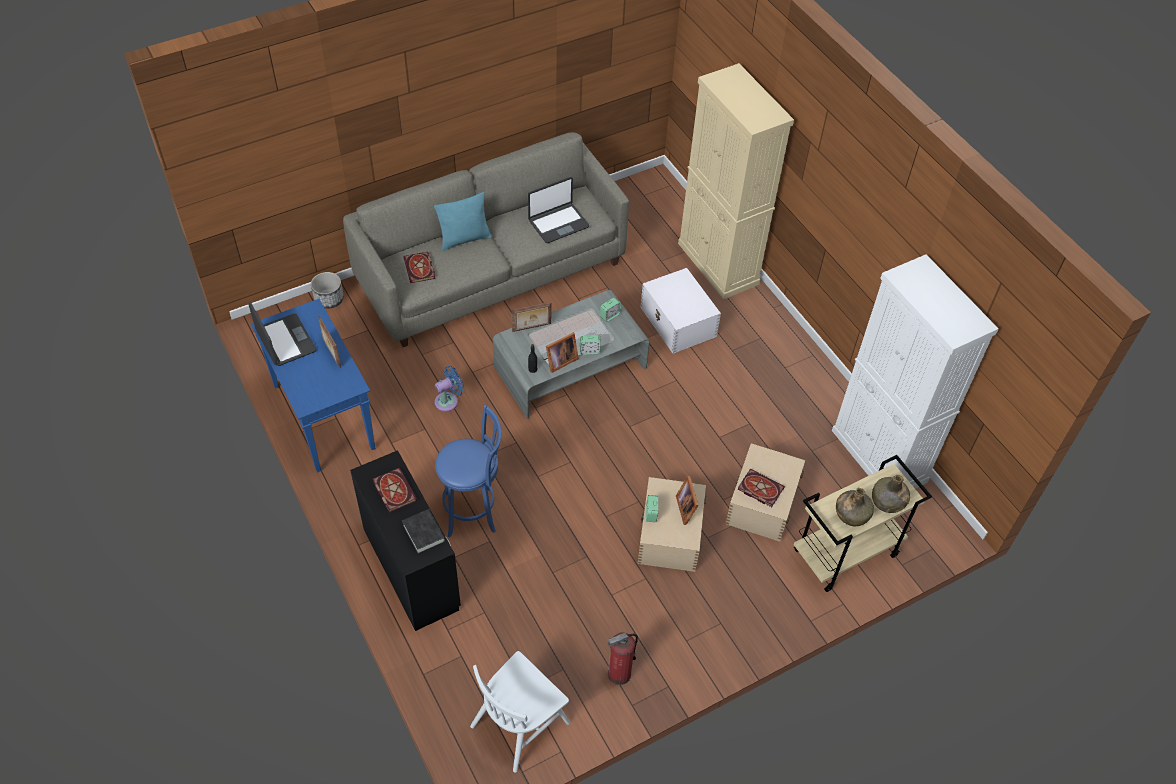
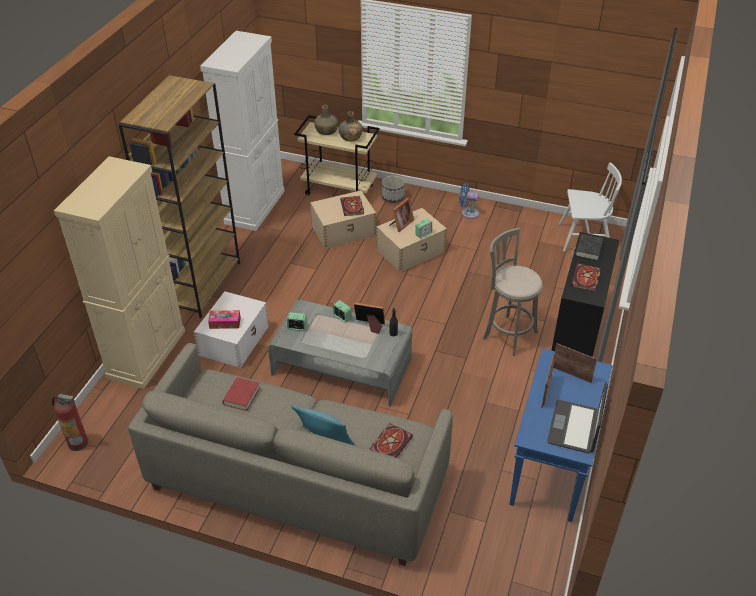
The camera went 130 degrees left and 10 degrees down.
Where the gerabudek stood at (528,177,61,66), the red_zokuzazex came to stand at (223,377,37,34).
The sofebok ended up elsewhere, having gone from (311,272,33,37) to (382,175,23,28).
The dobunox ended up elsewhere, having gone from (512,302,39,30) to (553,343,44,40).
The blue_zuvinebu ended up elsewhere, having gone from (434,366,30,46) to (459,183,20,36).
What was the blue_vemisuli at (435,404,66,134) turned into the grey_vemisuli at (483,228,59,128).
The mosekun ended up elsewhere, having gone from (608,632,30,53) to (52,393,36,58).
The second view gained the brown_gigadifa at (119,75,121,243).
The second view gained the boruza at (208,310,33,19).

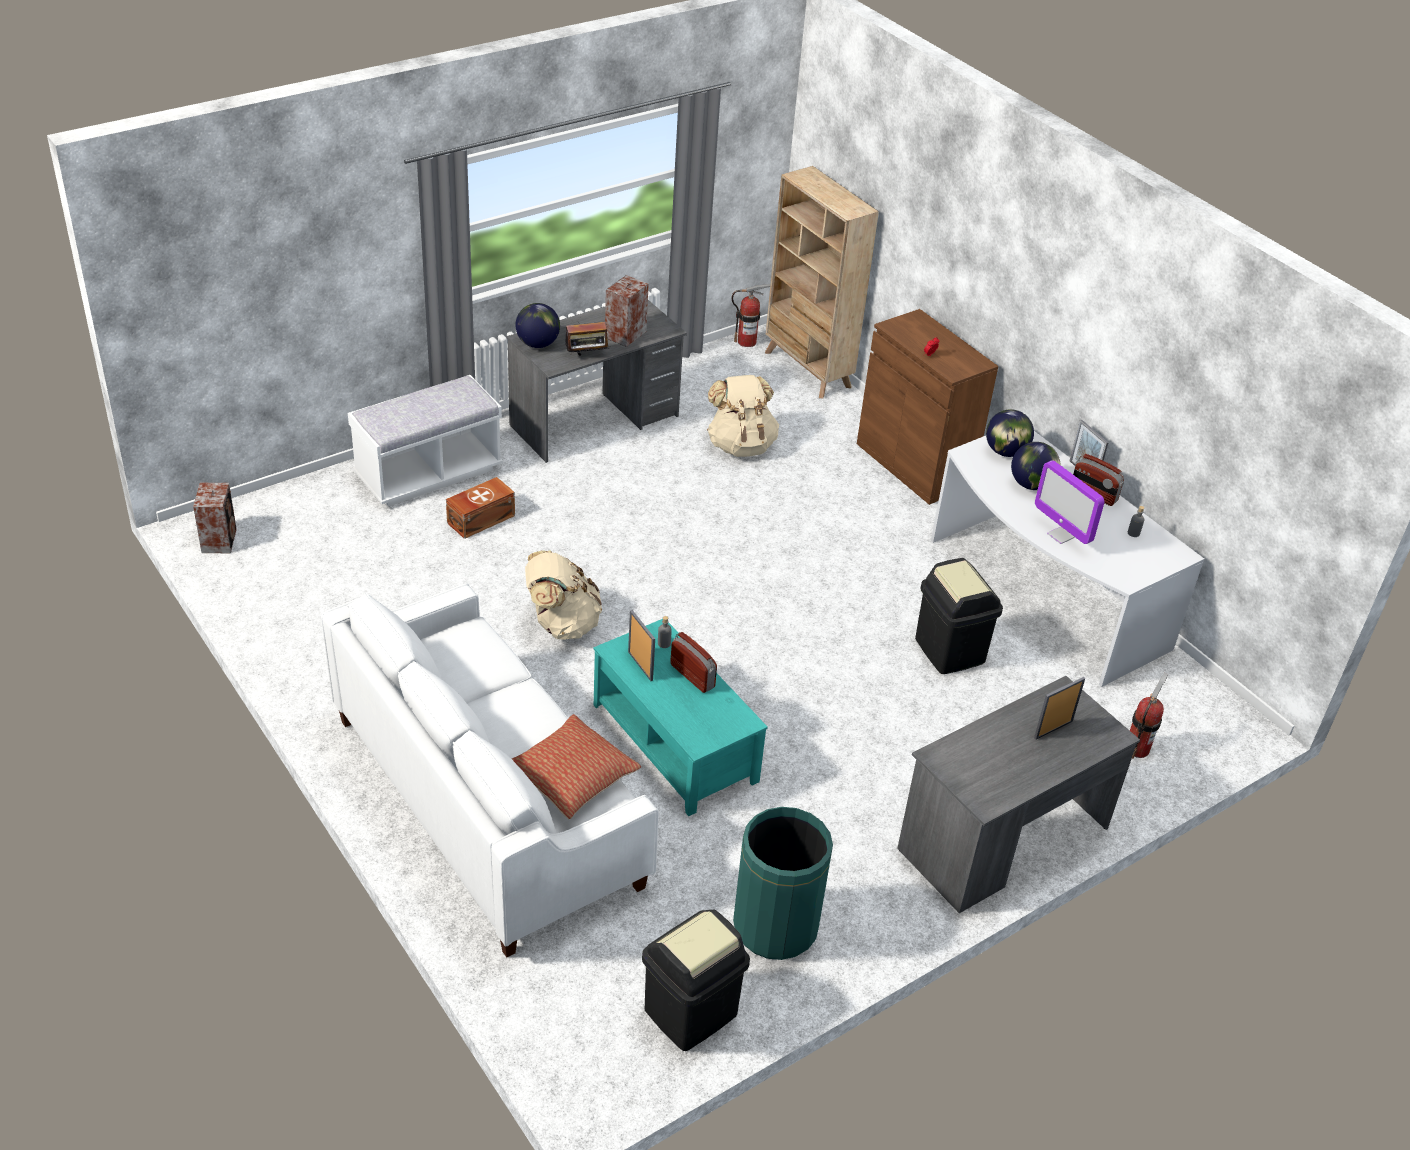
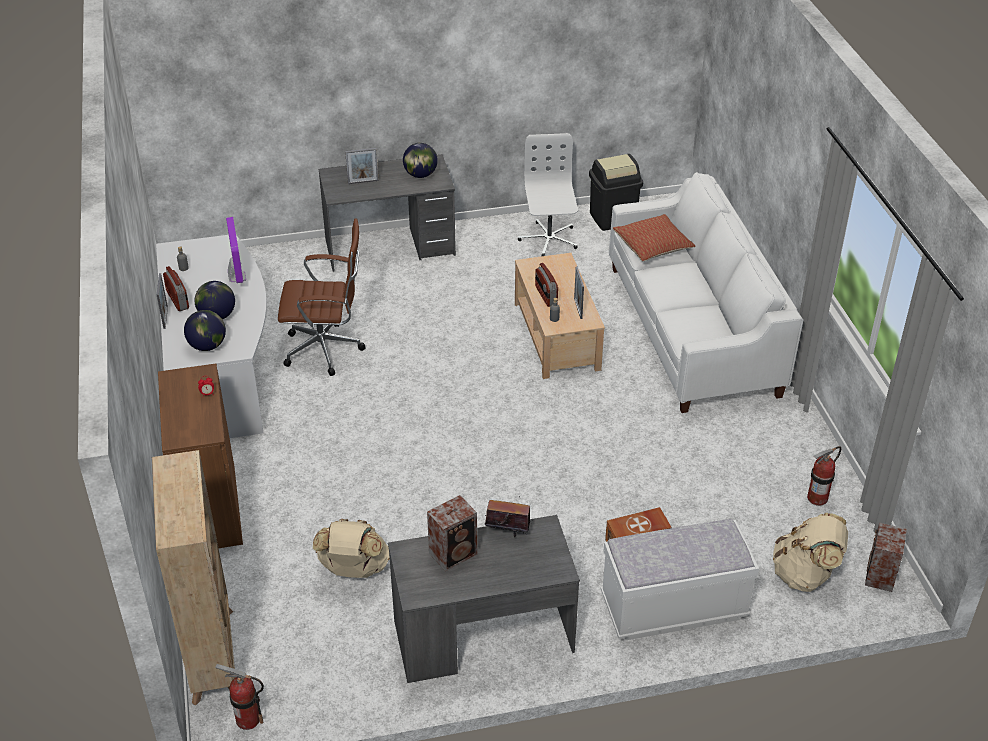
The camera went 155 degrees left and 0 degrees up.
The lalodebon ended up elsewhere, having gone from (515,303,45,45) to (403,143,35,35).
The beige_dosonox ended up elsewhere, having gone from (525,550,77,90) to (773,513,75,79).
Where the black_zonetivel stood at (915,558,88,116), the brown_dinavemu came to stand at (278,218,88,158).
What was the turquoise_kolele at (594,619,174,197) turned into the beige_kolele at (515,253,90,126).
The mosekun ended up elsewhere, having gone from (1130,673,38,86) to (807,446,34,60).
Where the green_zonetivel stood at (733,807,100,153), the white_dinavemu came to stand at (518,133,60,123).

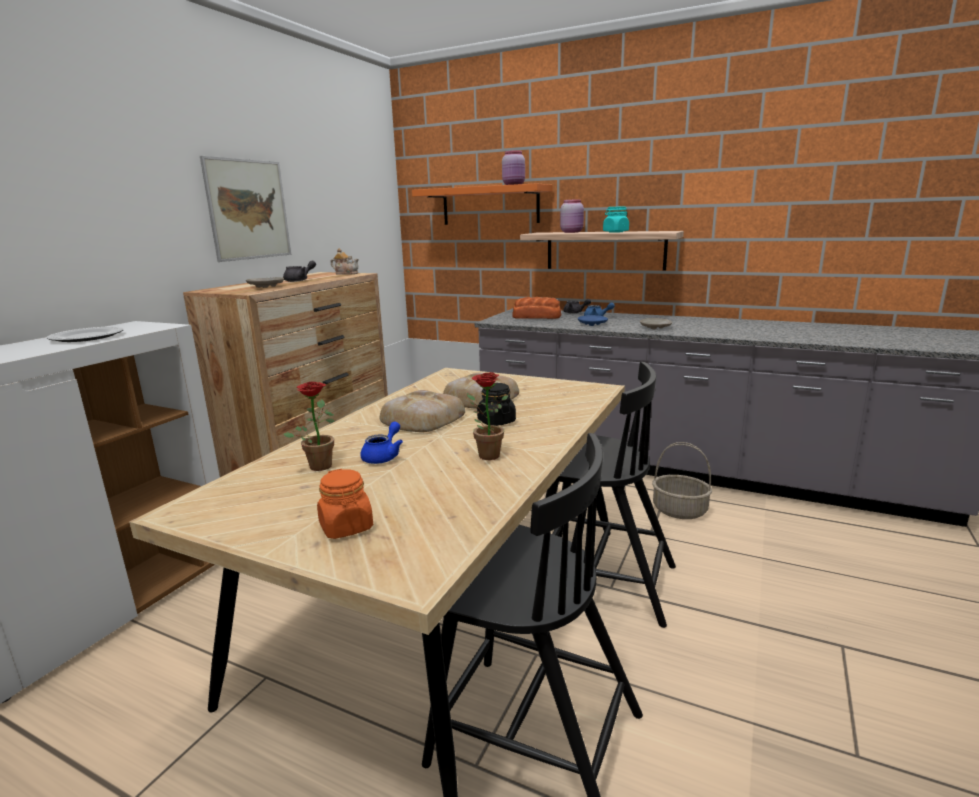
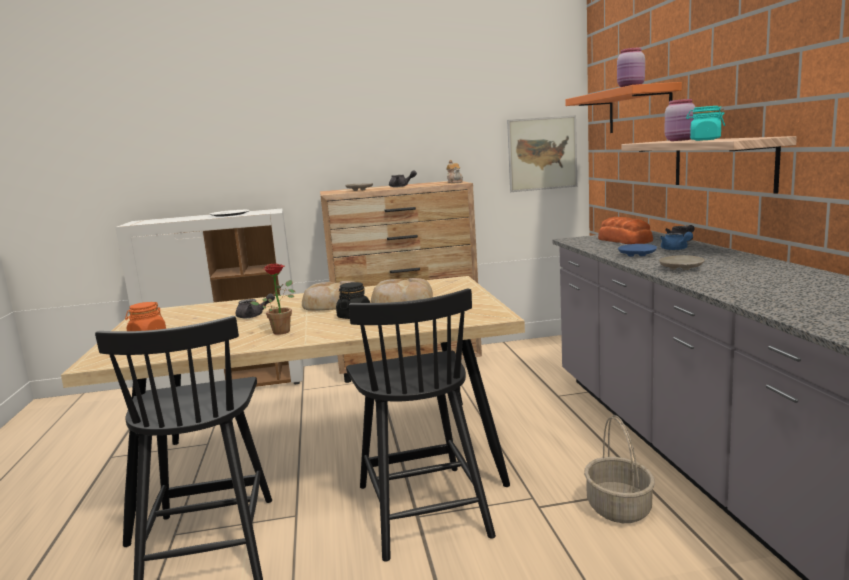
The camera went 55 degrees right and 5 degrees down.
The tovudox ended up elsewhere, having gone from (200,156,91,106) to (507,115,70,77).
The second view lost the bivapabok at (283,382,52,89).
What was the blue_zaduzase at (360,422,43,42) turned into the grey_zaduzase at (235,293,40,25).

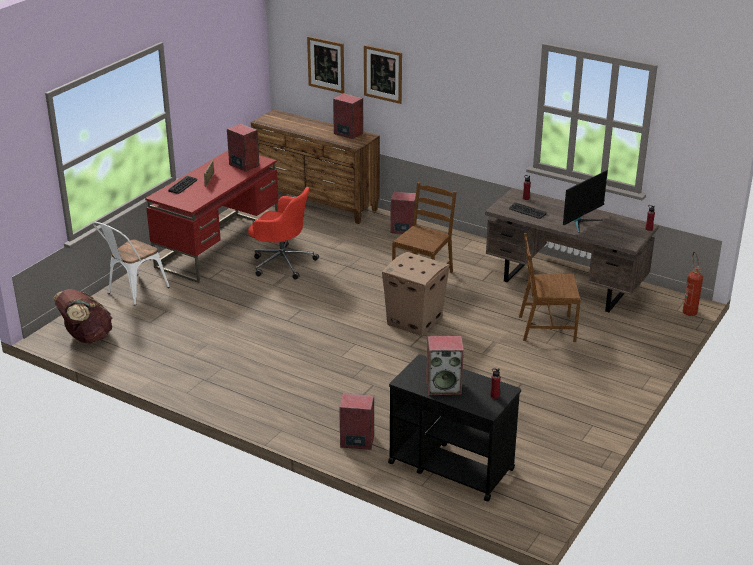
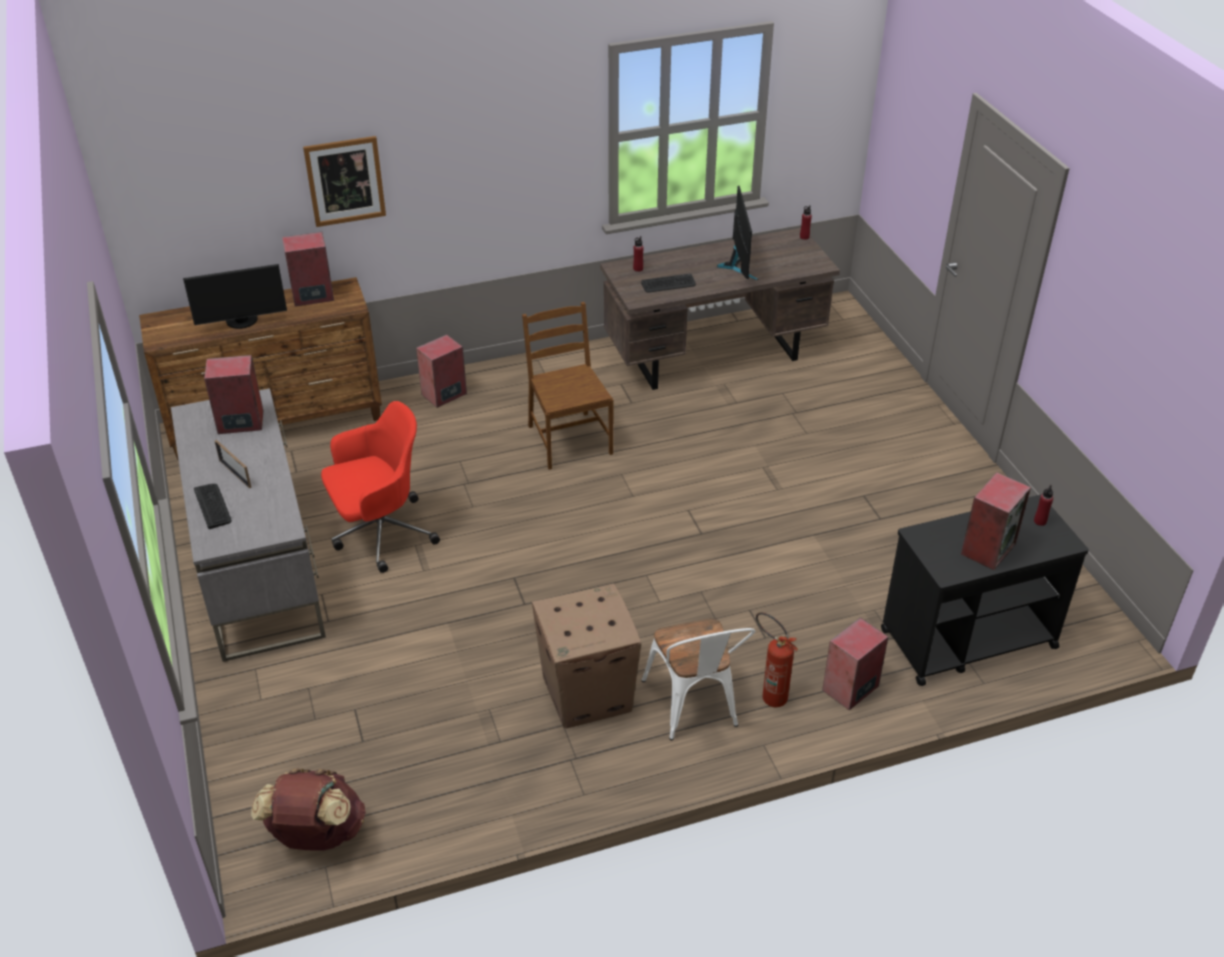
The camera went 50 degrees left and 10 degrees up.
The second view lost the tovudox at (307,36,37,58).
What was the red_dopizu at (145,151,134,132) turned into the grey_dopizu at (171,388,155,274).
The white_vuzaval ended up elsewhere, having gone from (93,222,77,84) to (641,618,114,122).
The second view lost the brown_vuzaval at (519,233,62,109).
The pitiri ended up elsewhere, having gone from (382,252,68,84) to (532,584,109,145).
The mosekun ended up elsewhere, having gone from (683,252,20,64) to (756,612,42,95).
The second view gained the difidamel at (183,264,104,65).

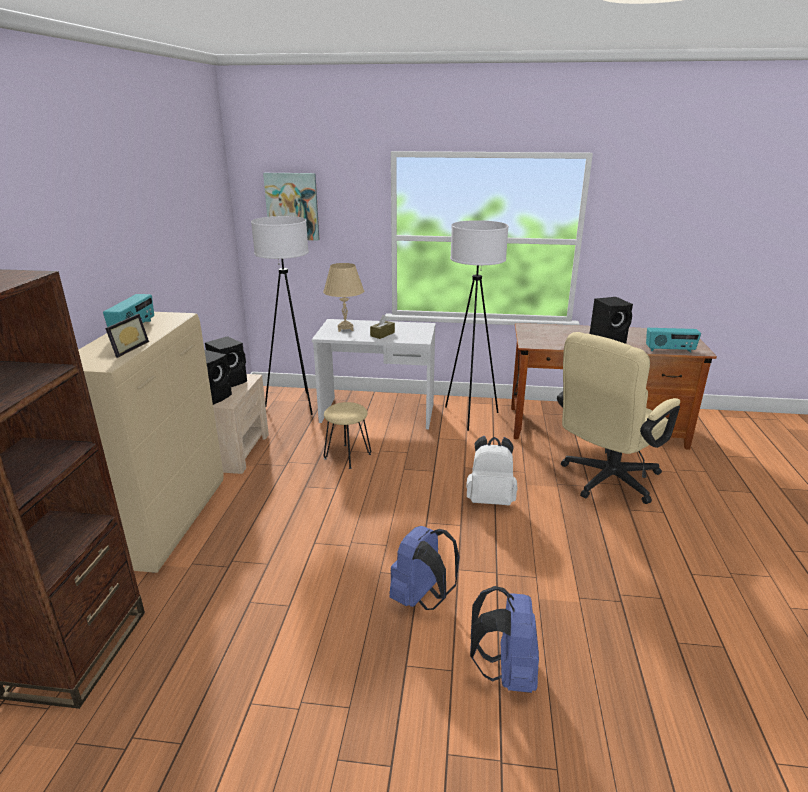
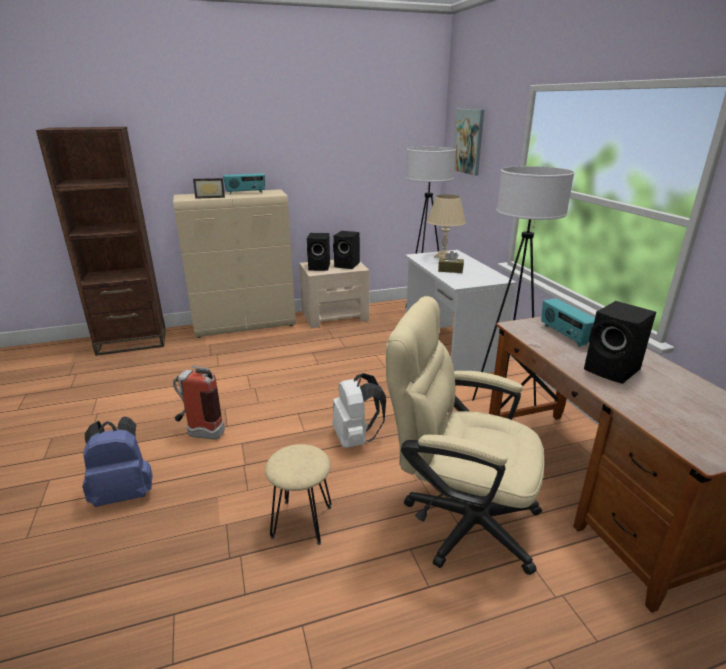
The camera went 65 degrees right and 0 degrees up.
The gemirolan ended up elsewhere, having gone from (646,328,55,24) to (541,298,54,49).
The beige_vemisuli ended up elsewhere, having gone from (324,402,47,67) to (265,444,66,101).
Where the blue_dosonox stood at (389,526,71,84), the mosekun came to stand at (173,365,52,75).

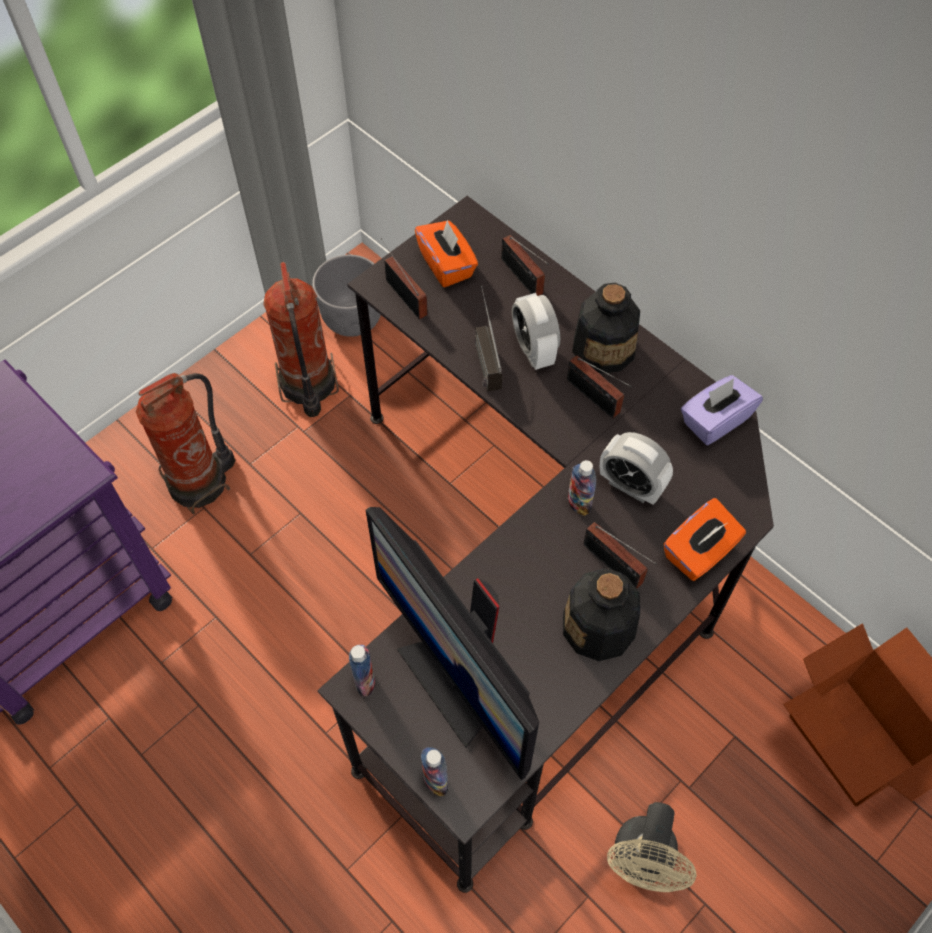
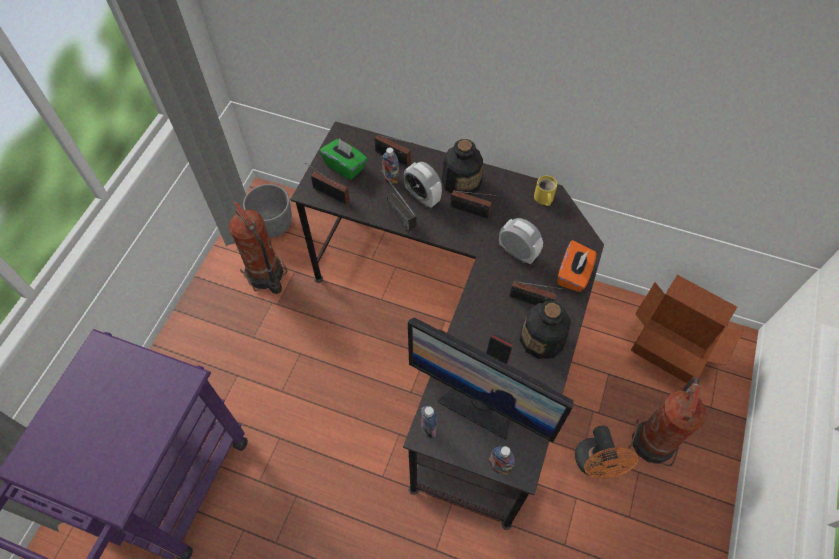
The camera went 25 degrees left and 0 degrees up.
What was the orange_boruza at (415,220,63,68) turned into the green_boruza at (320,138,47,42).
The mosekun ended up elsewhere, having gone from (136,373,100,141) to (628,377,78,89).
Where the purple_boruza stood at (681,375,82,70), the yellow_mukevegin came to stand at (534,176,23,30).
The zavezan at (600,432,73,73) ended up facing another way, 150 degrees counterclockwise from before.
The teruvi ended up elsewhere, having gone from (568,460,28,56) to (382,147,17,37).
What was the beige_zuvinebu at (607,802,89,90) turned into the orange_zuvinebu at (575,425,63,54).

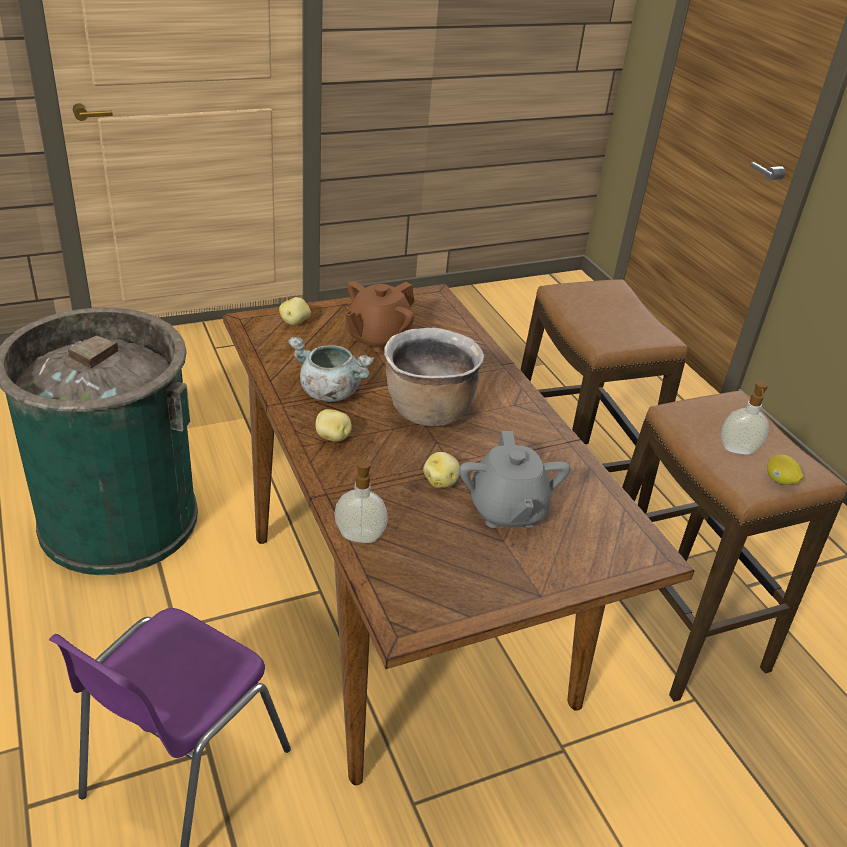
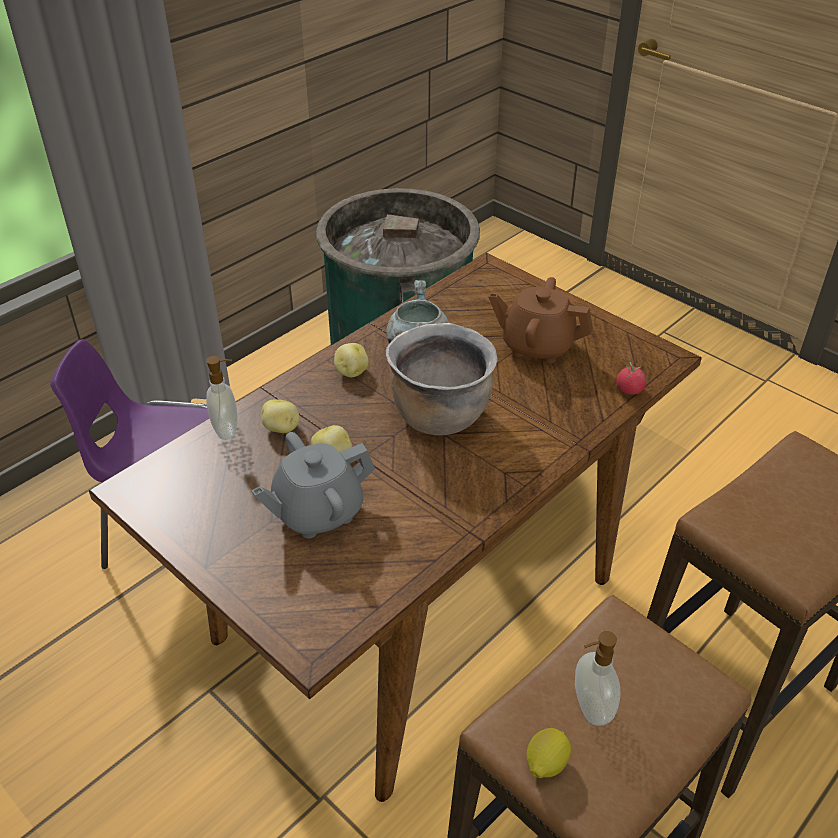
The camera went 70 degrees right and 5 degrees up.
The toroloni ended up elsewhere, having gone from (279,297,32,28) to (261,399,38,34).
The second view gained the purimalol at (616,362,30,32).

